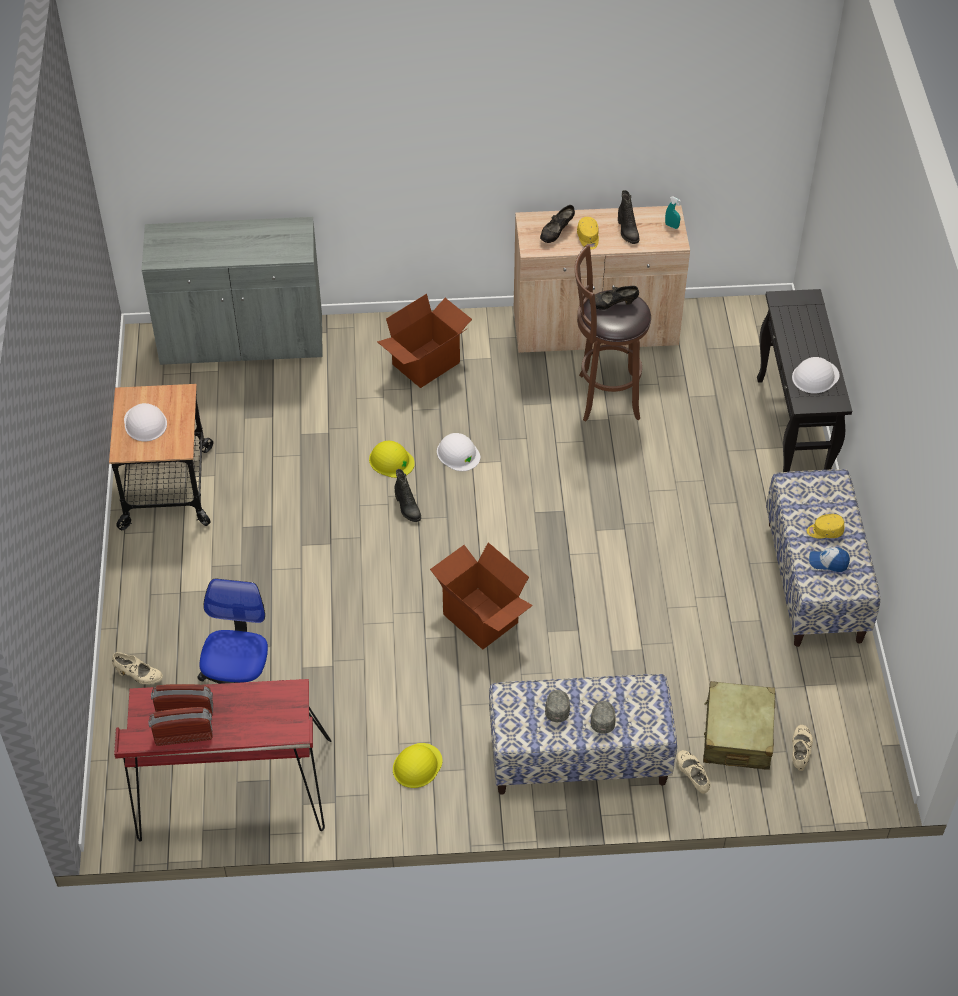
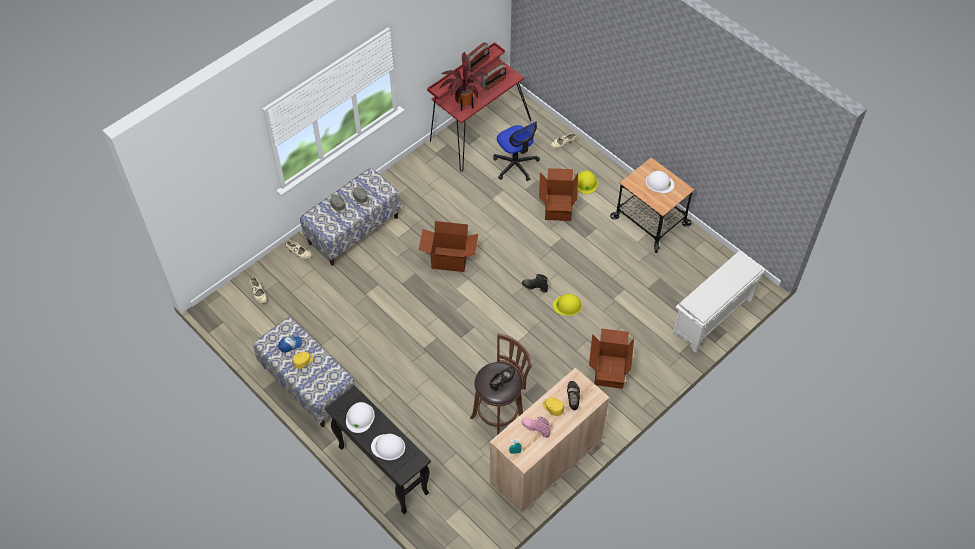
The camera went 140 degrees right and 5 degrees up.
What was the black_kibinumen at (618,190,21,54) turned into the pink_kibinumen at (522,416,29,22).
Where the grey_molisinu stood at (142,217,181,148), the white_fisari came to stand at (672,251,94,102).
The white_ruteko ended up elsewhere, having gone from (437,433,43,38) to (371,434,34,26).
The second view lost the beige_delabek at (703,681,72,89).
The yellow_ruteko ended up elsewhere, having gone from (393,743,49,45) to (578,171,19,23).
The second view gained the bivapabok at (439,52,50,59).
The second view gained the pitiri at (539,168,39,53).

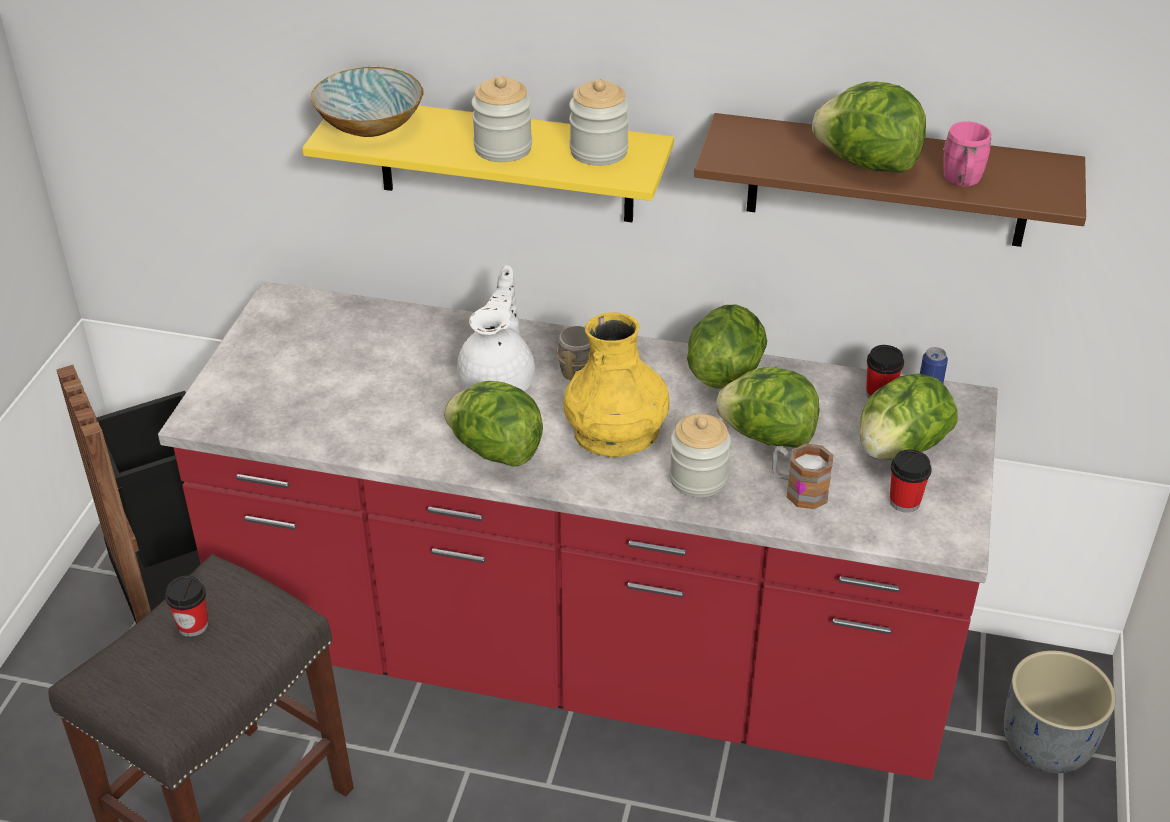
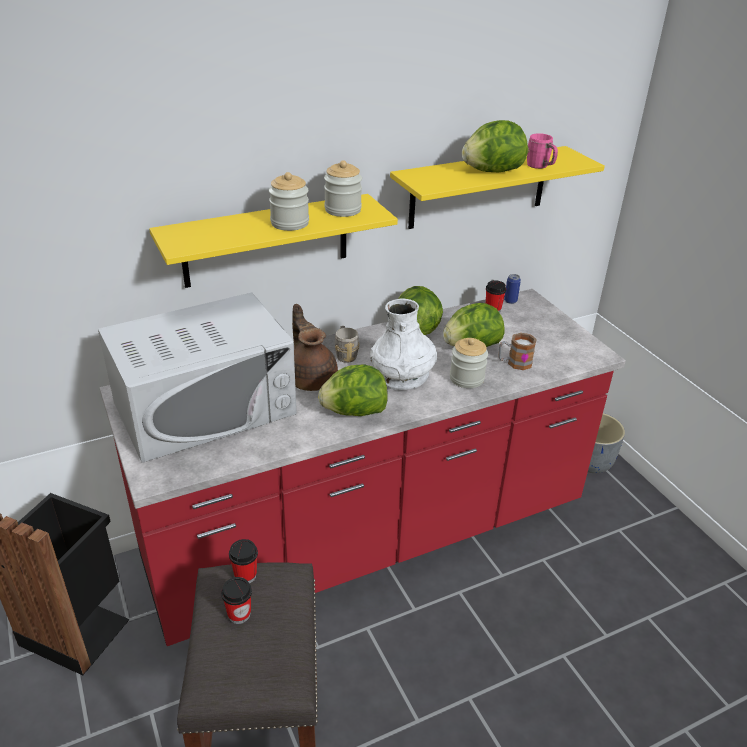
The camera went 40 degrees left and 5 degrees down.
The second view lost the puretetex at (311,67,112,70).
What was the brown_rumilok at (694,113,392,134) turned into the yellow_rumilok at (390,146,215,83).
What was the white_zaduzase at (457,265,78,126) turned into the brown_zaduzase at (292,304,46,87).
What was the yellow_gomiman at (563,312,107,145) turned into the white_gomiman at (370,298,67,92).
The second view lost the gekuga at (860,374,98,86).
The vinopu ended up elsewhere, having gone from (890,449,41,64) to (229,539,29,44).
The second view gained the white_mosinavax at (98,293,199,170).

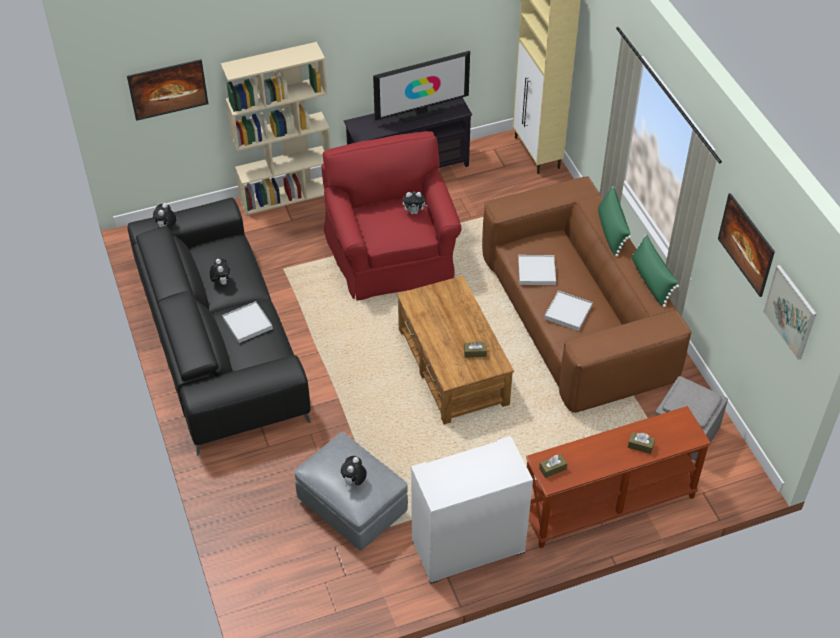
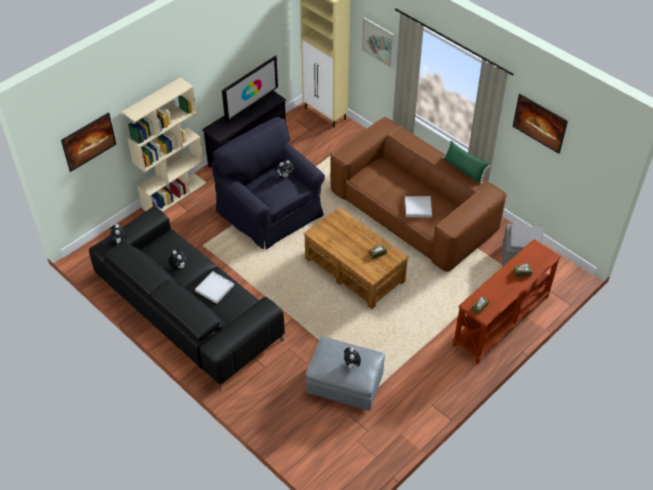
The camera went 25 degrees left and 0 degrees up.
What was the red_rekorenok at (321,131,140,169) turned into the black_rekorenok at (212,117,113,132).
The second view lost the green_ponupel at (598,186,33,71).
The second view lost the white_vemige at (518,255,38,30).
The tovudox ended up elsewhere, having gone from (763,265,53,95) to (362,17,32,50).
The second view lost the white_molisinu at (411,436,122,148).

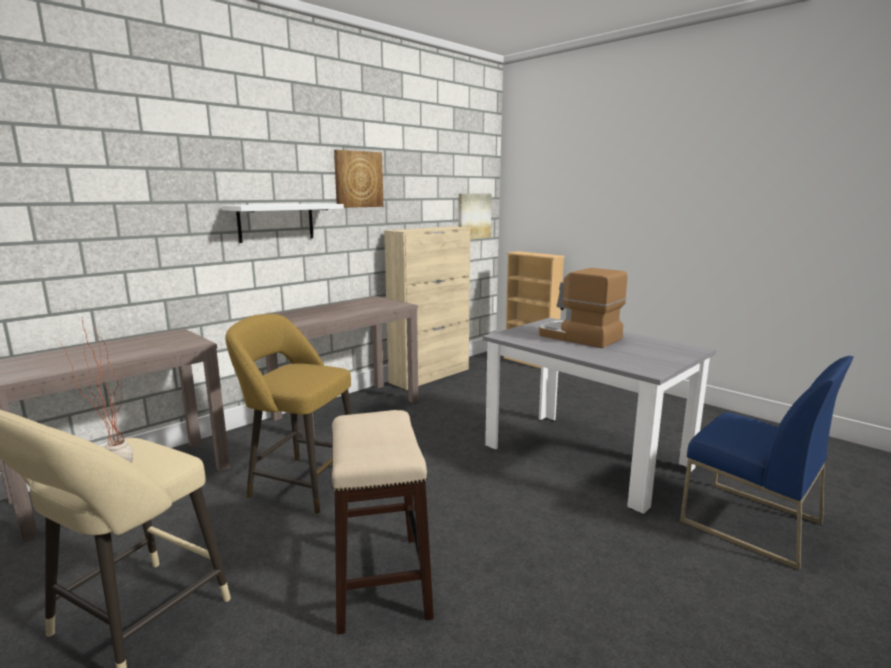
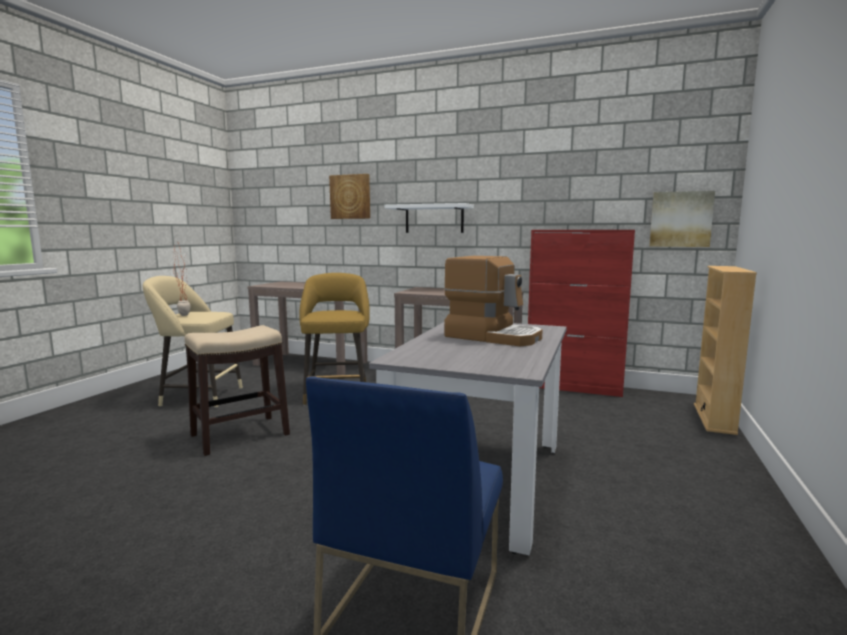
The camera went 65 degrees right and 5 degrees down.
The tovudox ended up elsewhere, having gone from (334,150,49,58) to (329,174,41,45).
What was the beige_molisinu at (384,226,86,164) turned into the red_molisinu at (528,230,107,167).
The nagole at (539,268,88,80) ended up facing another way, 105 degrees clockwise from before.

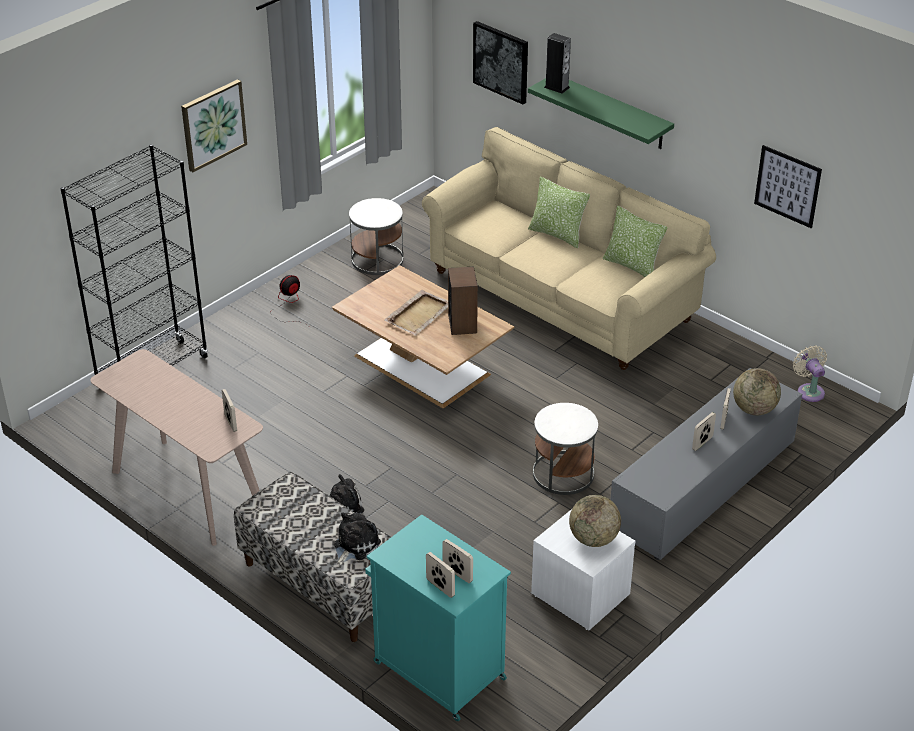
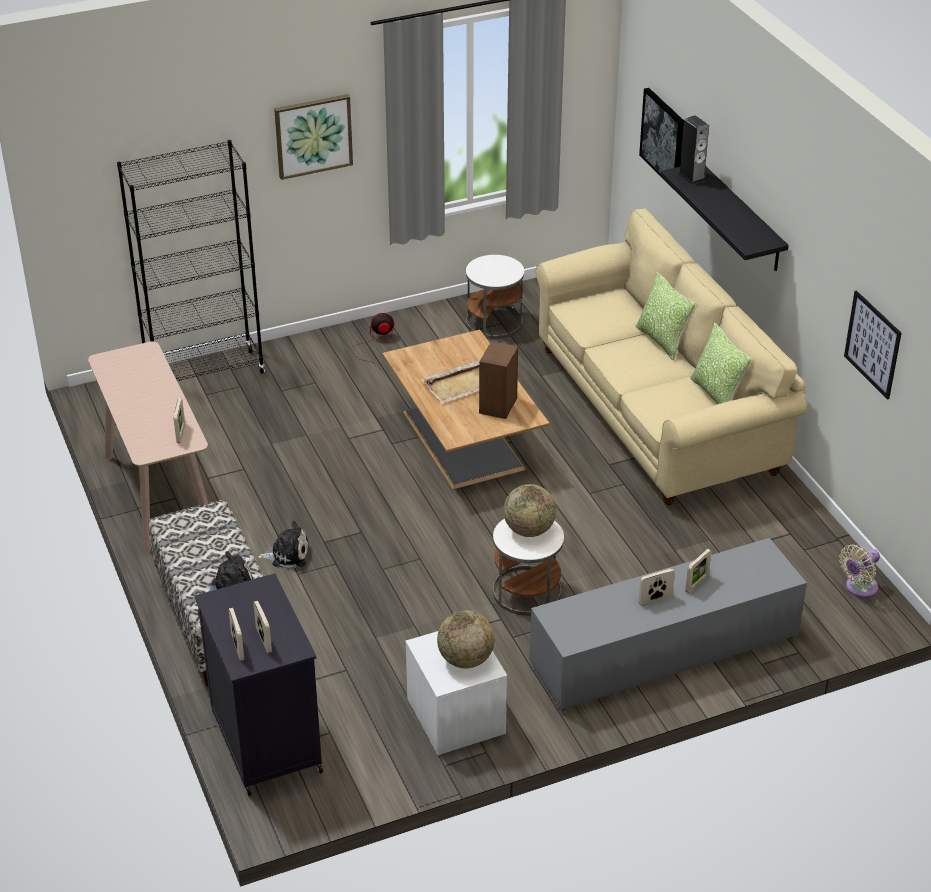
The camera went 25 degrees right and 0 degrees up.
What was the green_rumilok at (528,78,146,71) turned into the black_rumilok at (660,166,129,105).
The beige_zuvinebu at (793,346,34,56) ended up facing another way, 135 degrees counterclockwise from before.
The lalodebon ended up elsewhere, having gone from (733,368,48,47) to (503,484,53,53).
What was the turquoise_molisinu at (365,515,146,206) turned into the black_molisinu at (195,573,128,223).

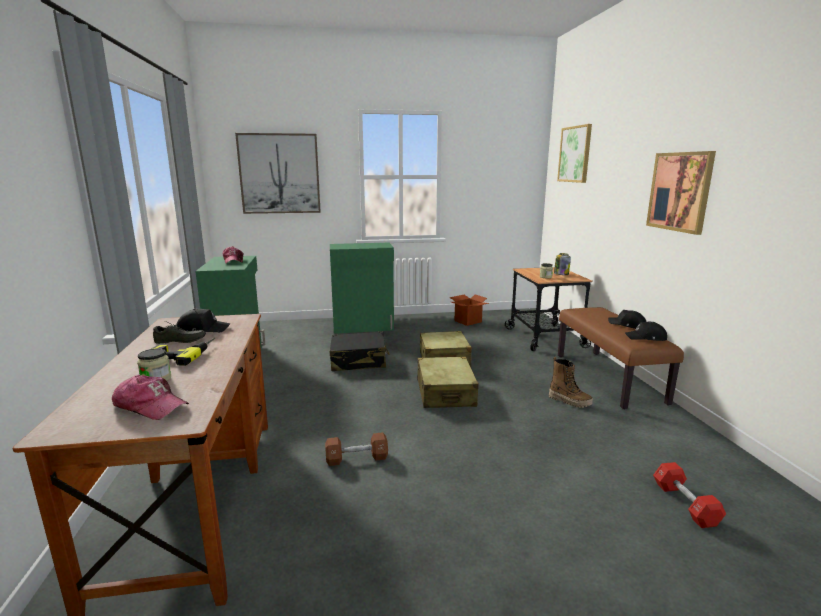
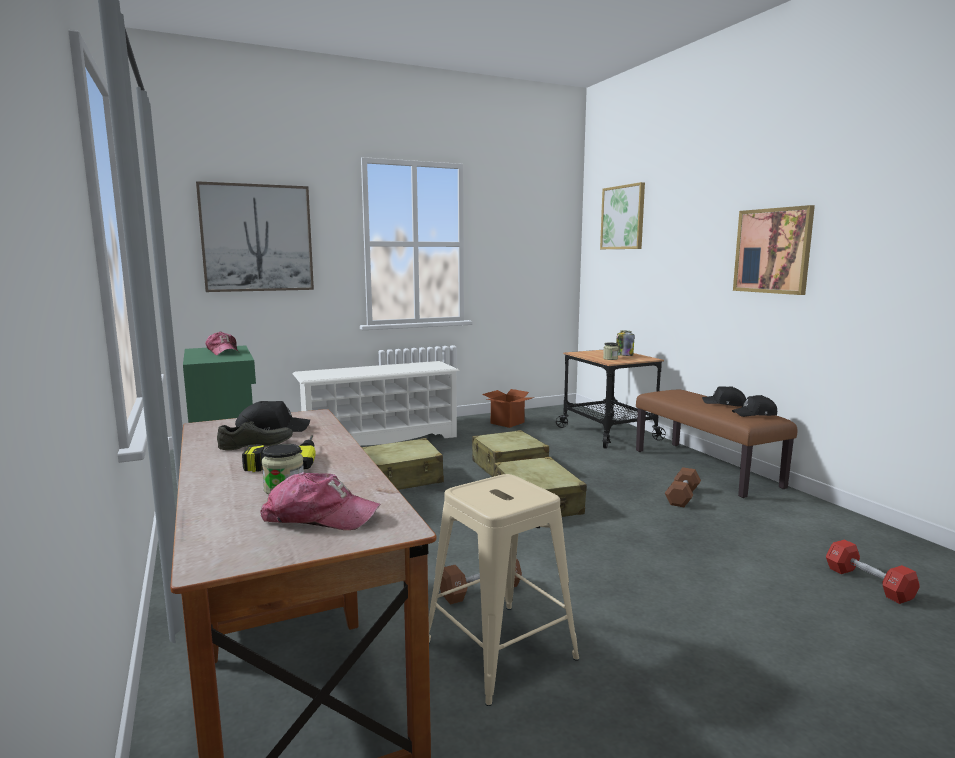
The camera went 15 degrees left and 5 degrees down.
Where the green_molisinu stood at (330,243,64,91), the white_fisari came to stand at (293,361,167,85).
What was the black_delabek at (330,332,60,39) turned into the beige_delabek at (361,438,83,52).
Where the kibinumen stood at (549,357,44,51), the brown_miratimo came to stand at (665,467,36,40).
The second view gained the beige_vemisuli at (429,474,150,232).

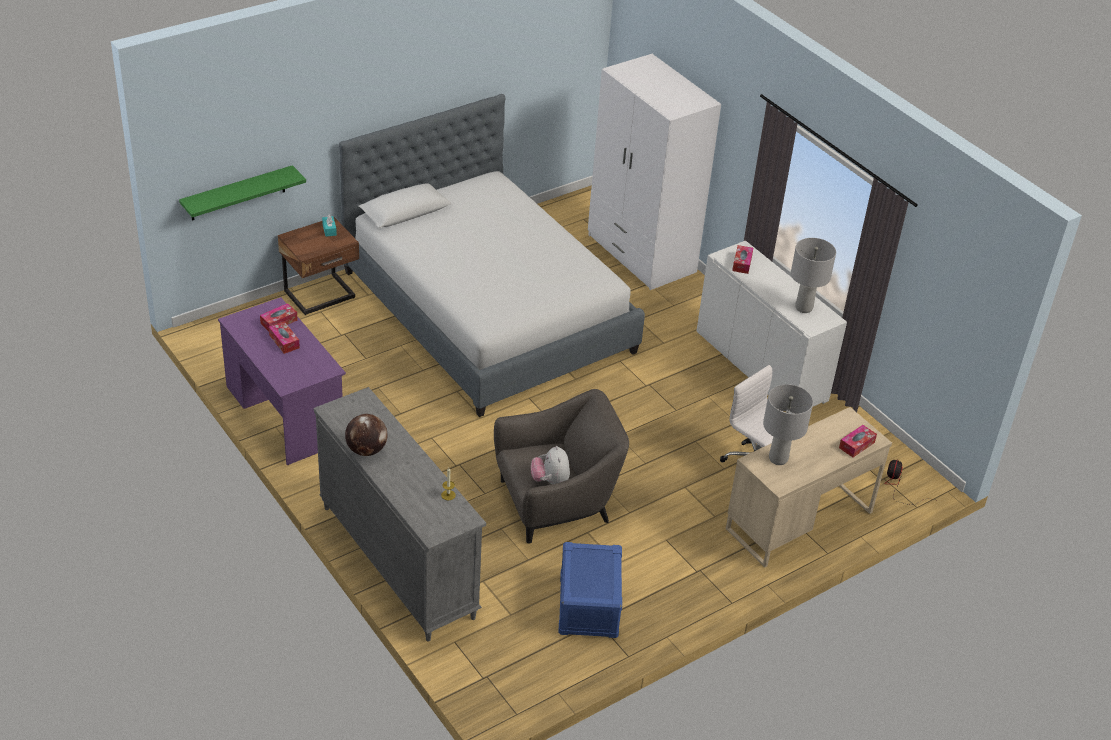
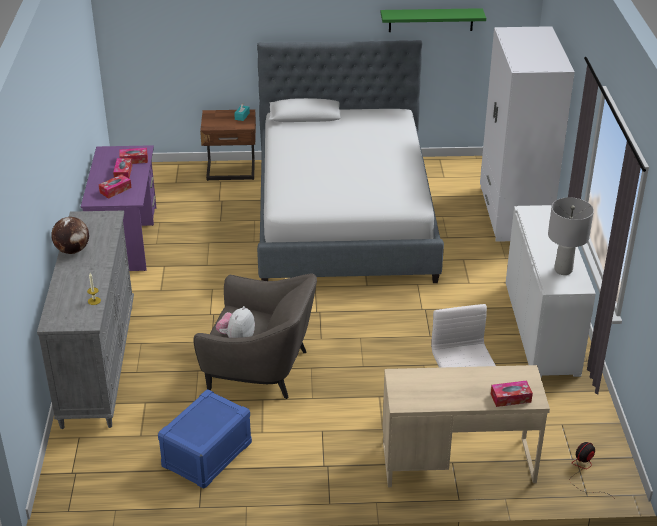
The camera went 35 degrees right and 5 degrees down.
The green_rumilok ended up elsewhere, having gone from (179,165,127,56) to (381,8,105,24).
The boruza ended up elsewhere, having gone from (732,245,21,29) to (99,174,33,25).
The second view lost the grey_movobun at (763,384,50,81).

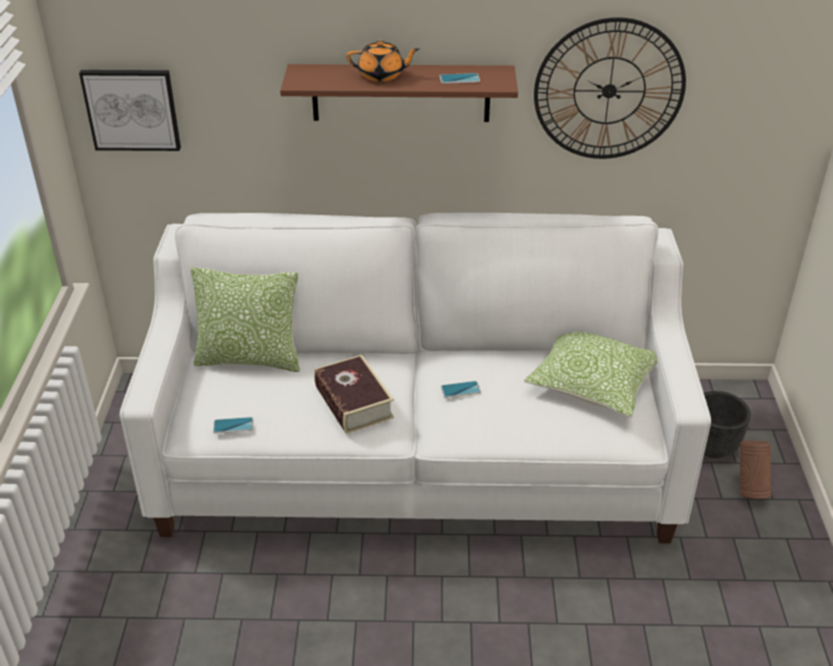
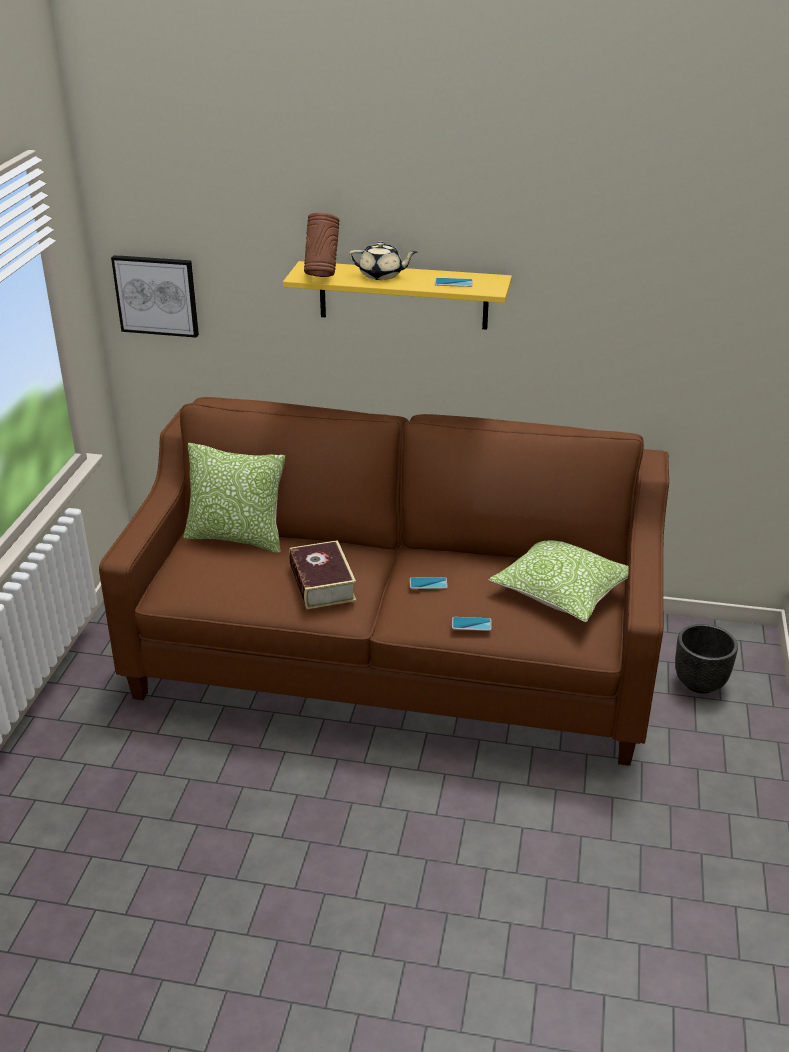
The camera went 10 degrees right and 5 degrees down.
The second view lost the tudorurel at (534,17,152,142).
What was the orange_zaduzase at (346,40,74,42) turned into the beige_zaduzase at (349,242,68,38).
What was the brown_rumilok at (280,64,238,58) turned into the yellow_rumilok at (283,261,229,69).
What was the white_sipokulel at (120,213,591,330) turned into the brown_sipokulel at (99,397,570,369).
The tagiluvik ended up elsewhere, having gone from (213,417,40,17) to (452,617,39,14).
The brown_gomiman ended up elsewhere, having gone from (740,440,32,59) to (304,213,35,64).

